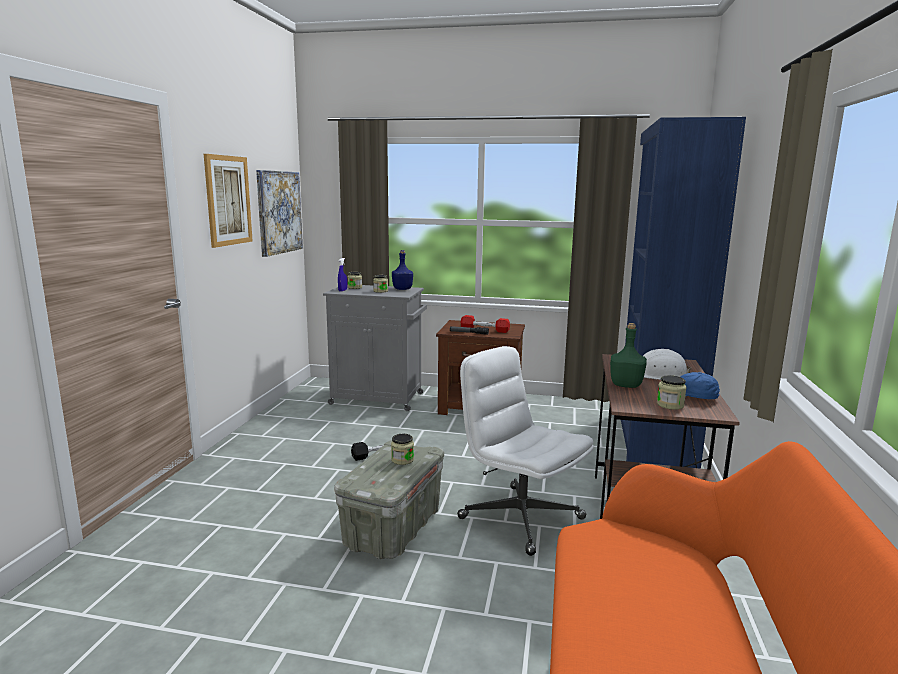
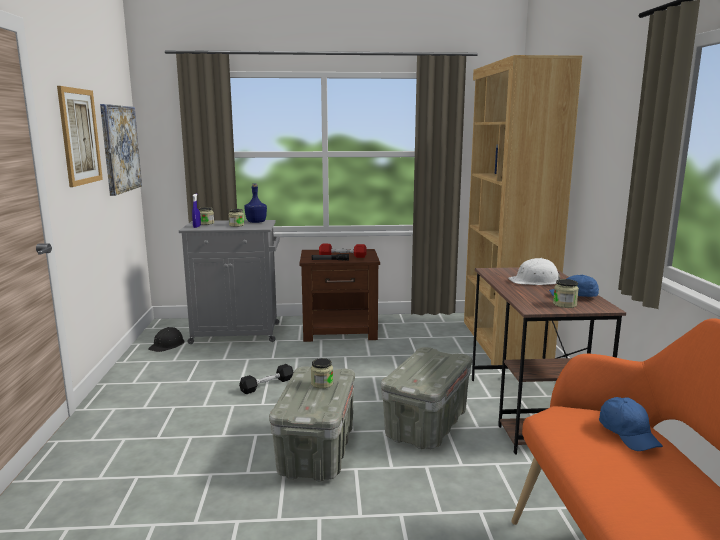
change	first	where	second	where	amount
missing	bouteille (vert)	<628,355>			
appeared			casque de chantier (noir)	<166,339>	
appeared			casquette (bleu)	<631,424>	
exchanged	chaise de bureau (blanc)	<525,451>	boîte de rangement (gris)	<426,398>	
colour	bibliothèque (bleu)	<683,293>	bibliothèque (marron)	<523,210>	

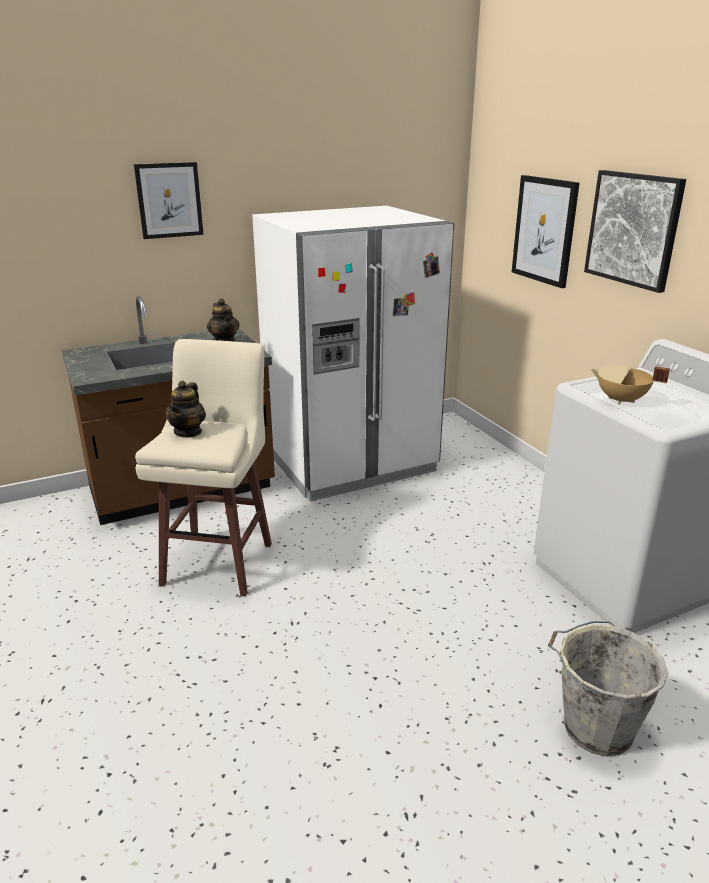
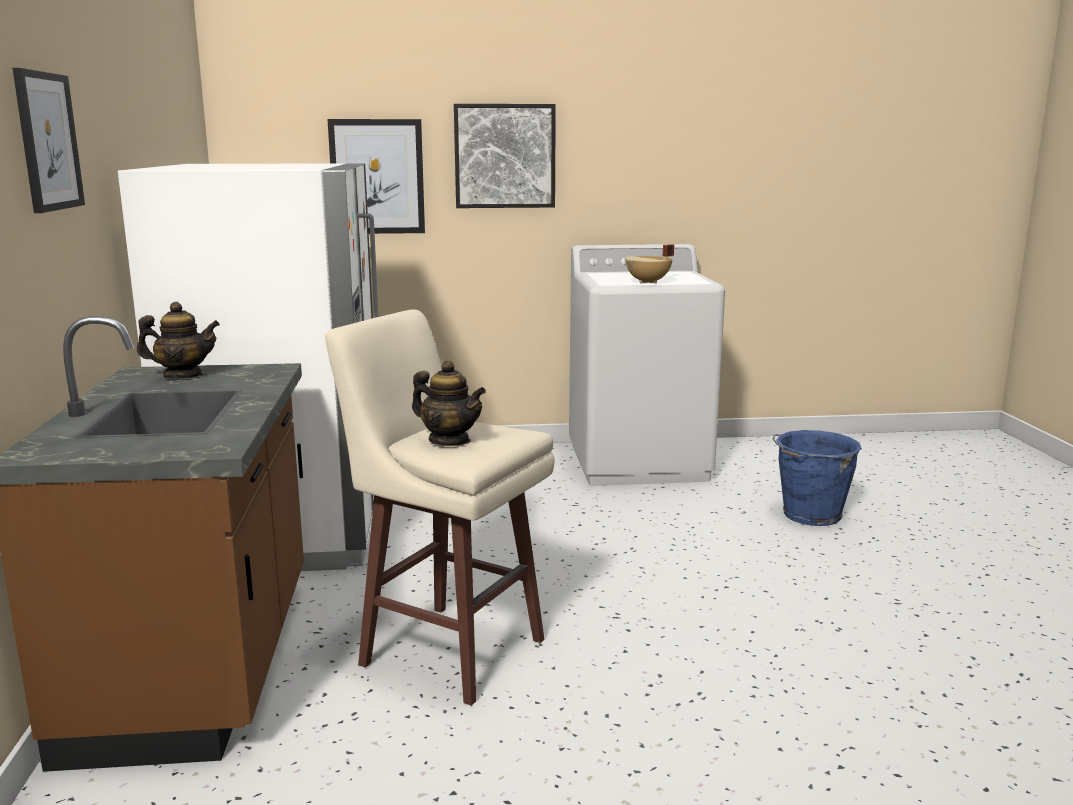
change	first	where	second	where	amount
colour	seau (gris)	<608,689>	seau (bleu)	<817,478>	

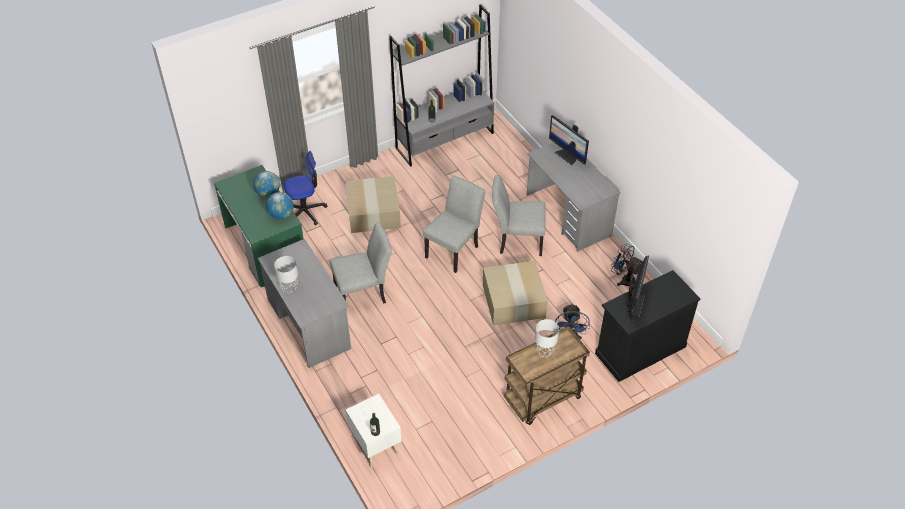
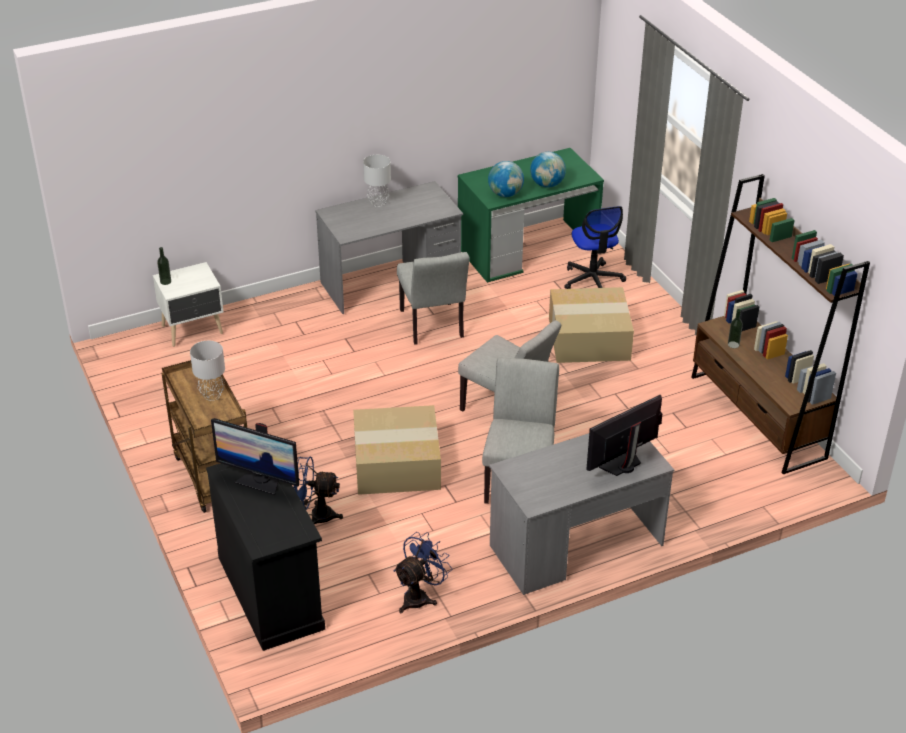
change	first	where	second	where	amount
colour	bibliothèque (gris)	<441,86>	bibliothèque (marron)	<780,324>	

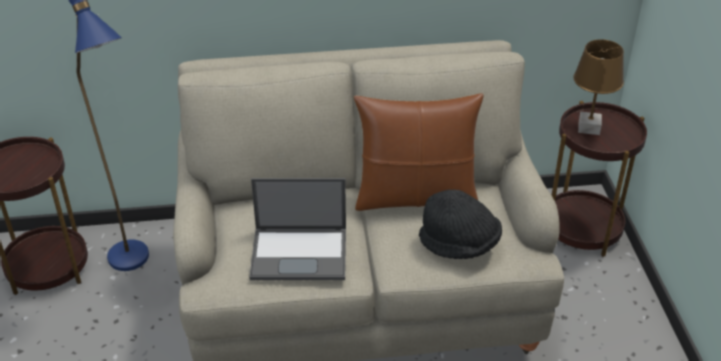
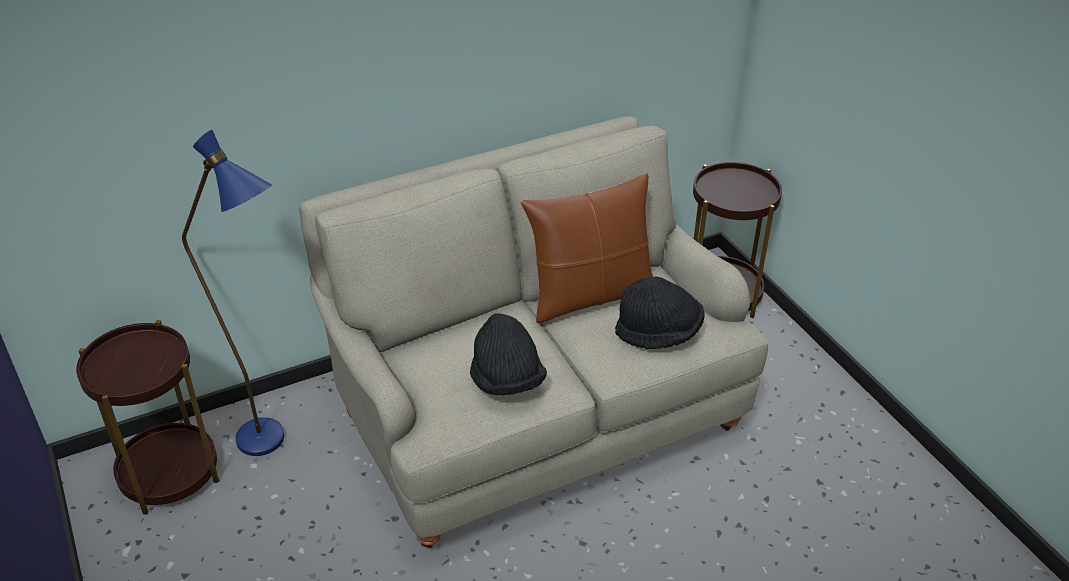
change	first	where	second	where	amount
missing	lampe de table (marron)	<598,87>			
exchanged	ordinateur portable	<298,229>	chapeau (noir)	<508,354>	

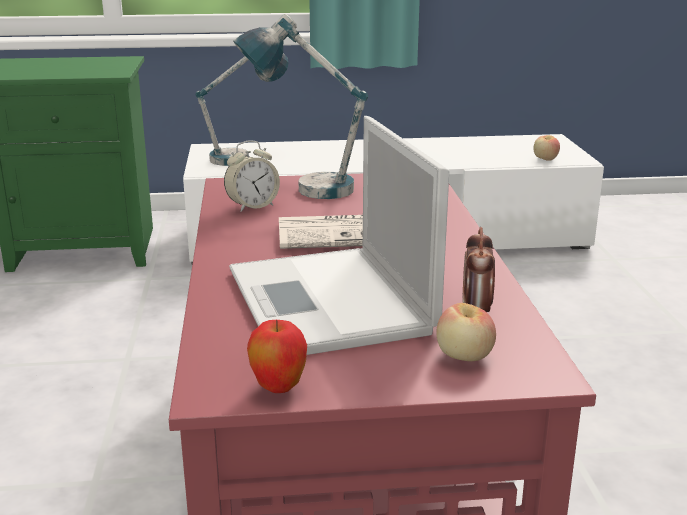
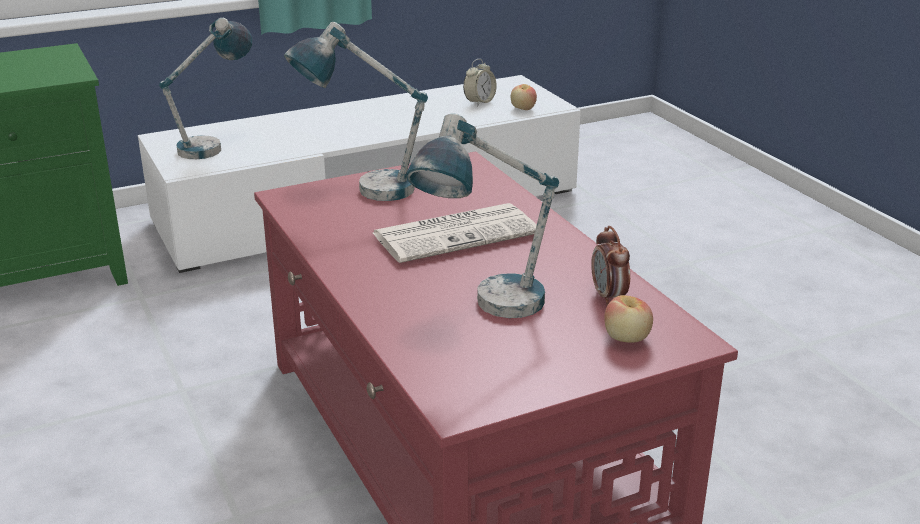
change	first	where	second	where	amount
missing	pomme	<277,356>			
relocated	réveil	<252,176>		<480,82>	
exchanged	ordinateur portable	<339,235>	lampe de table	<482,215>	

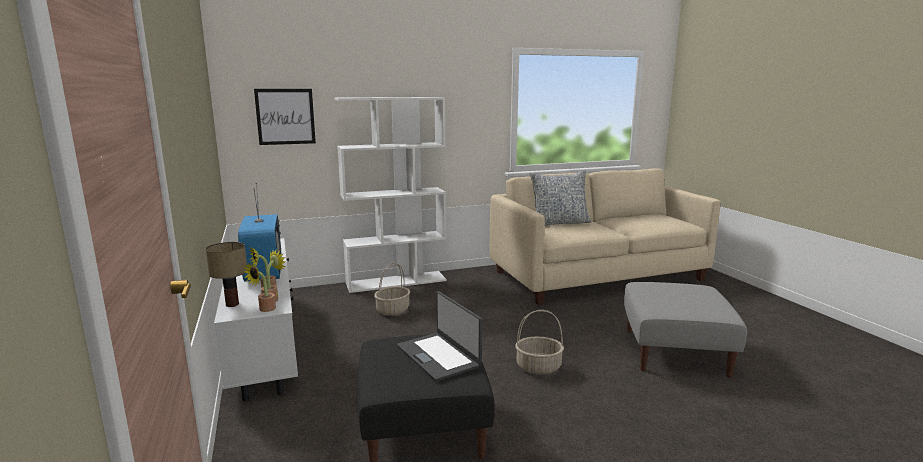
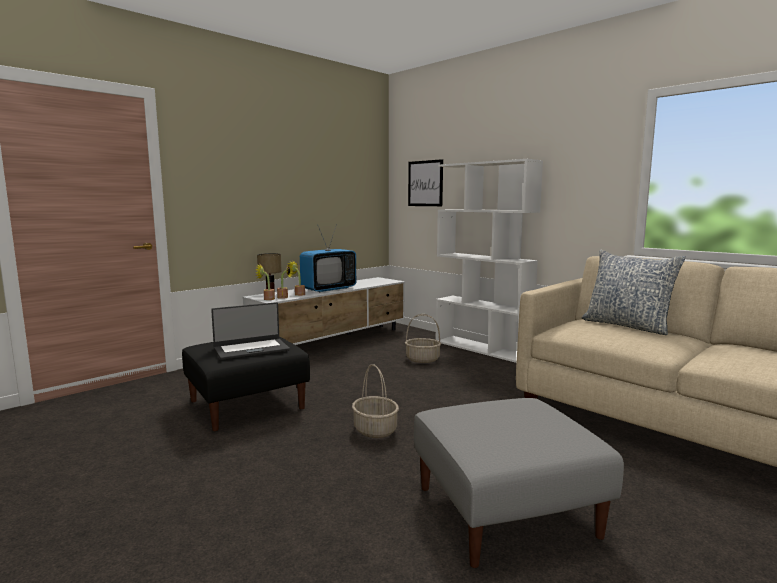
change	first	where	second	where	amount
spun	ordinateur portable	<439,336>		<250,331>	150 degrees counterclockwise

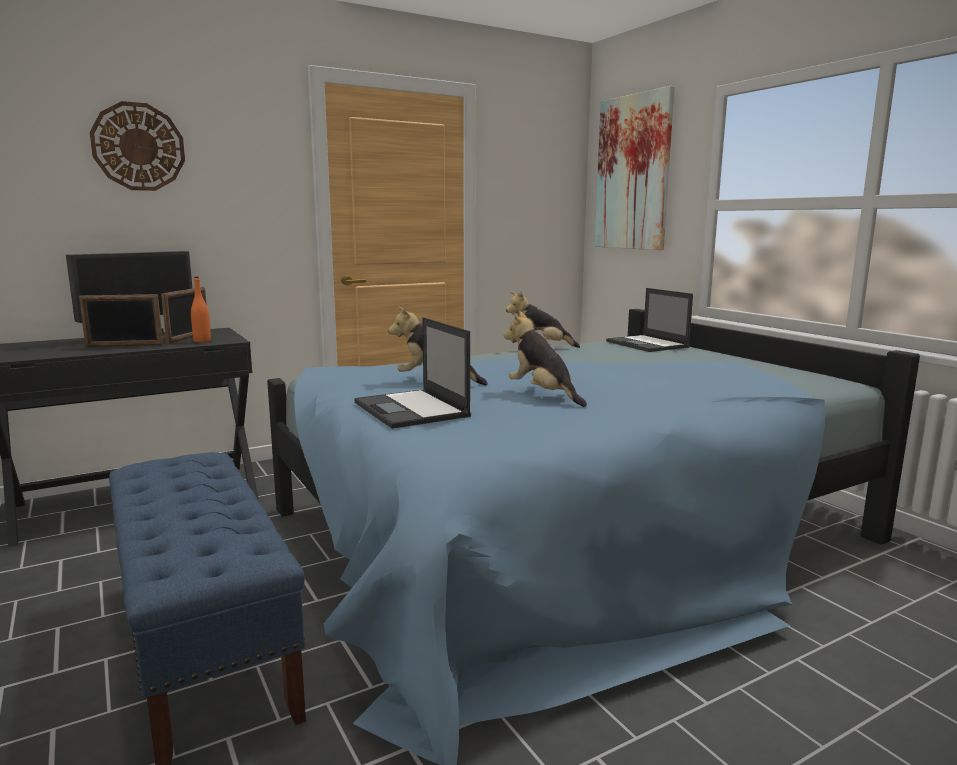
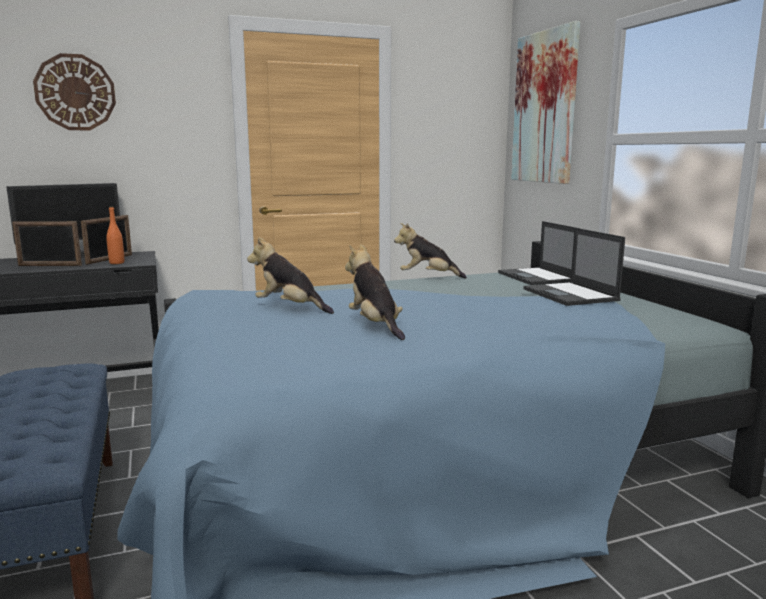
change	first	where	second	where	amount
relocated	ordinateur portable	<412,373>		<574,267>	

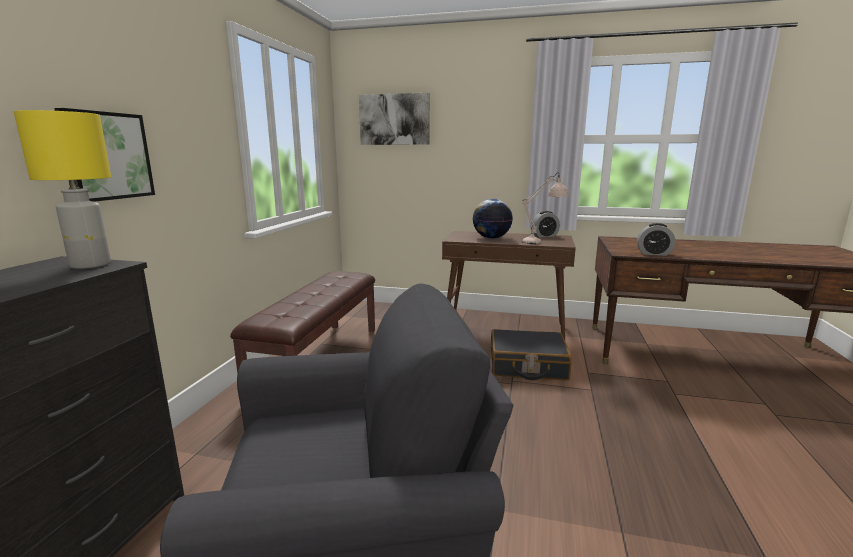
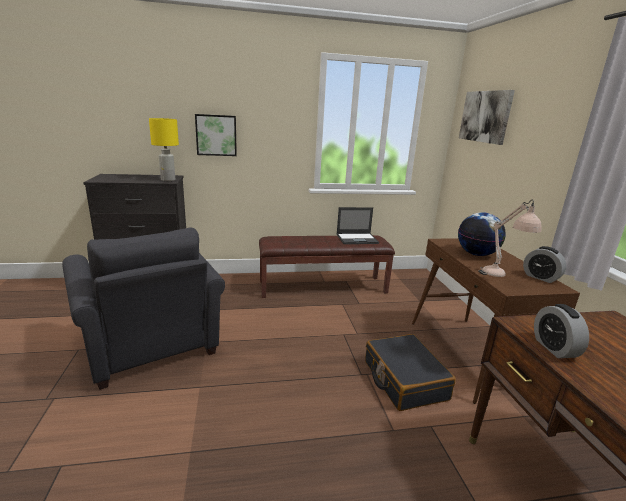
change	first	where	second	where	amount
appeared			ordinateur portable	<358,225>	

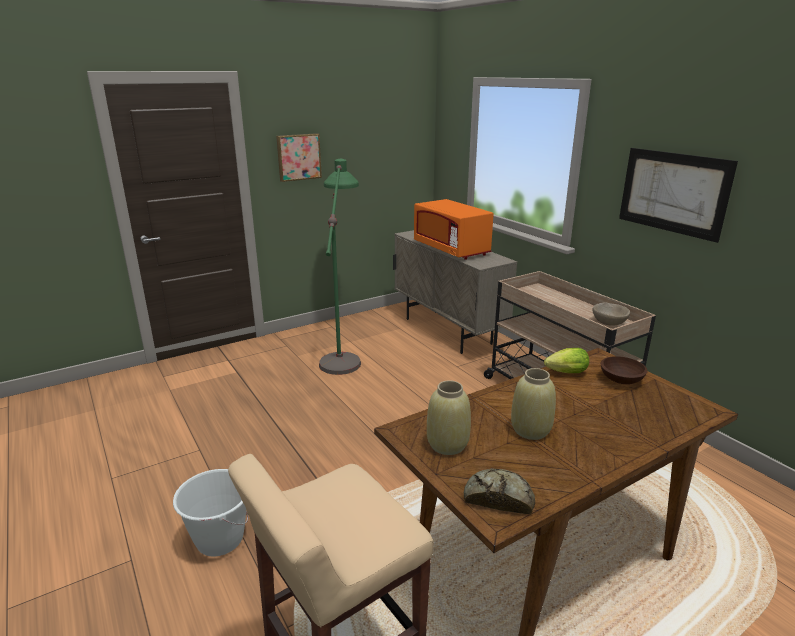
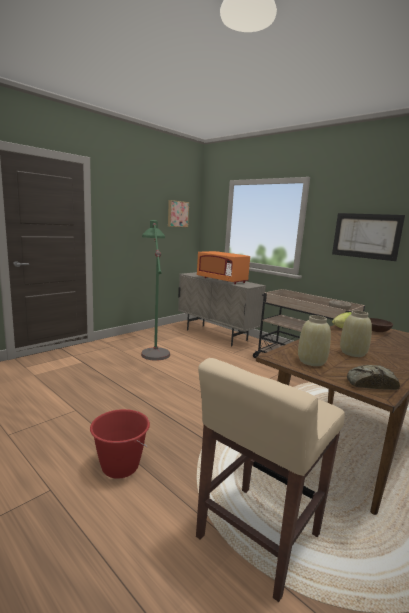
change	first	where	second	where	amount
relocated	tableau	<299,157>		<178,213>	
colour	seau (blanc)	<210,512>	seau (rouge)	<120,444>	

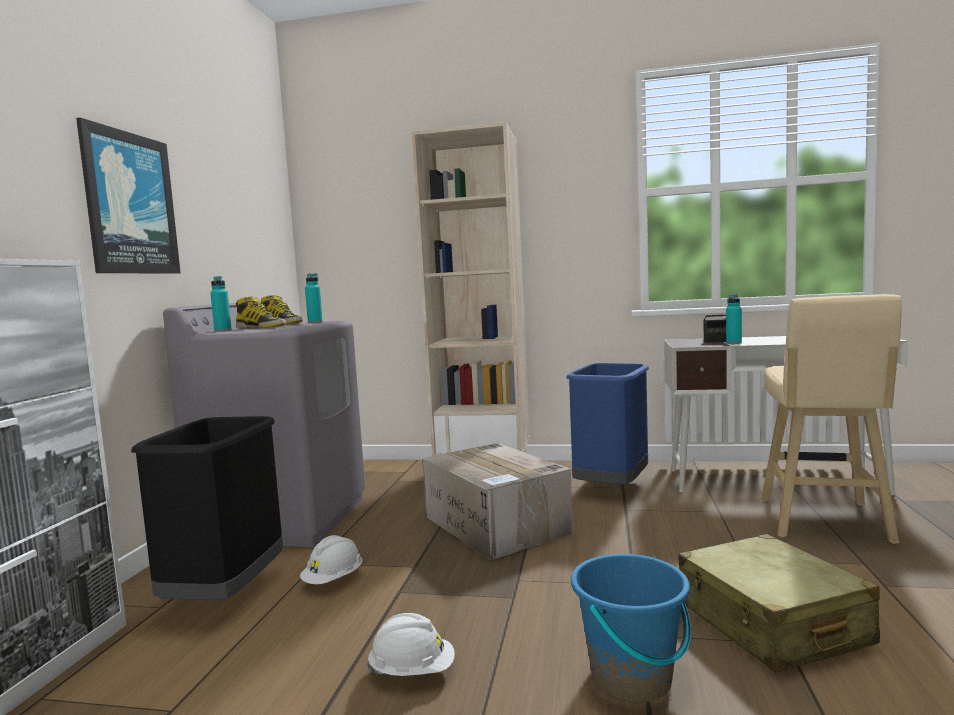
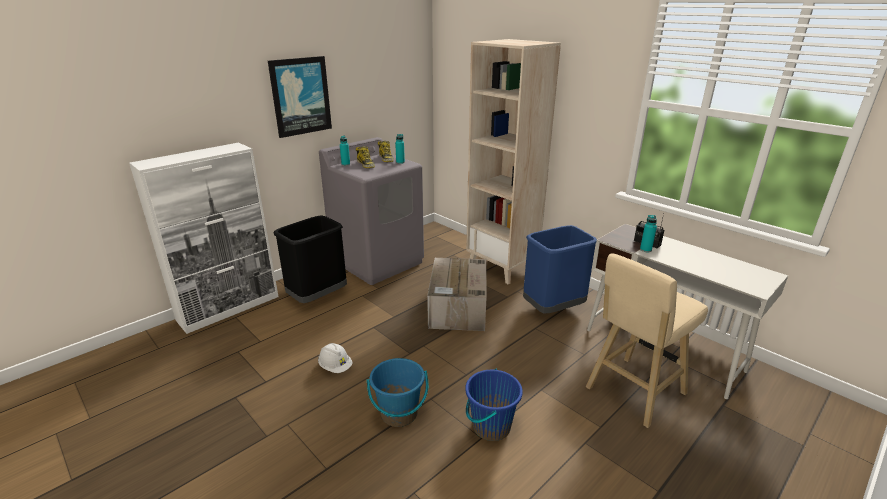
change	first	where	second	where	amount
missing	casque de chantier (blanc)	<331,559>			
exchanged	valise (beige)	<779,603>	seau (bleu)	<494,404>	

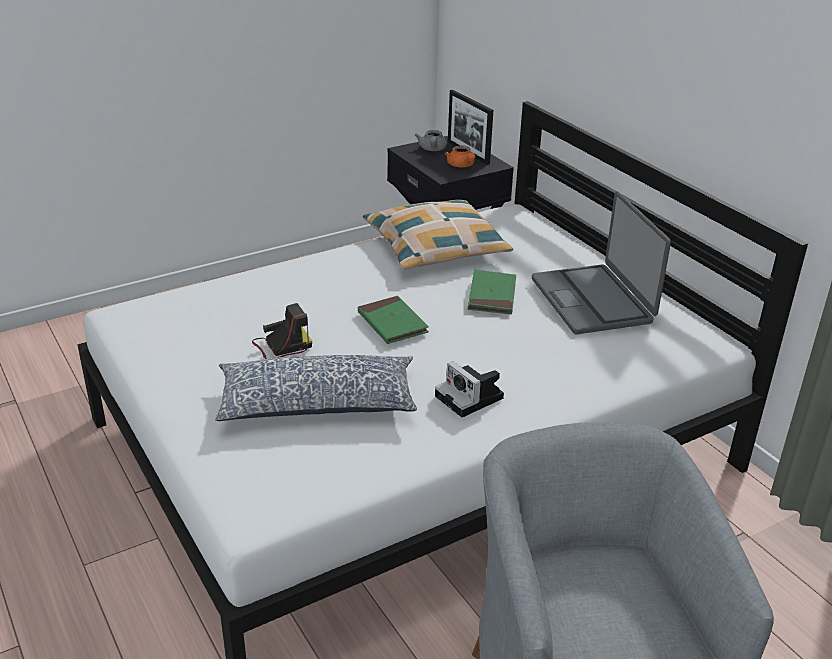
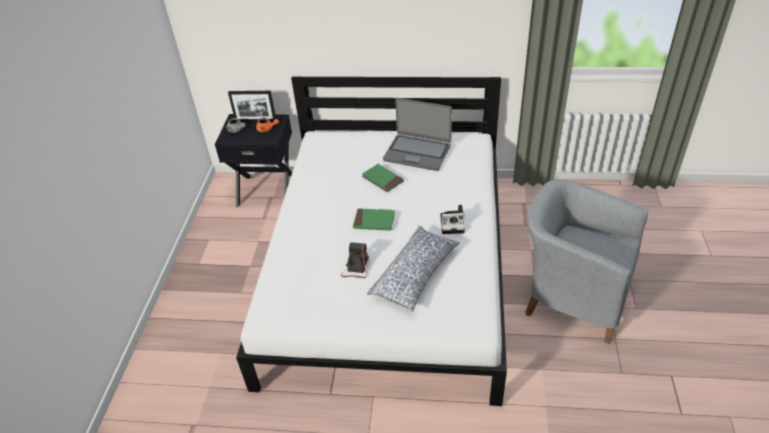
change	first	where	second	where	amount
missing	coussin	<438,234>			

